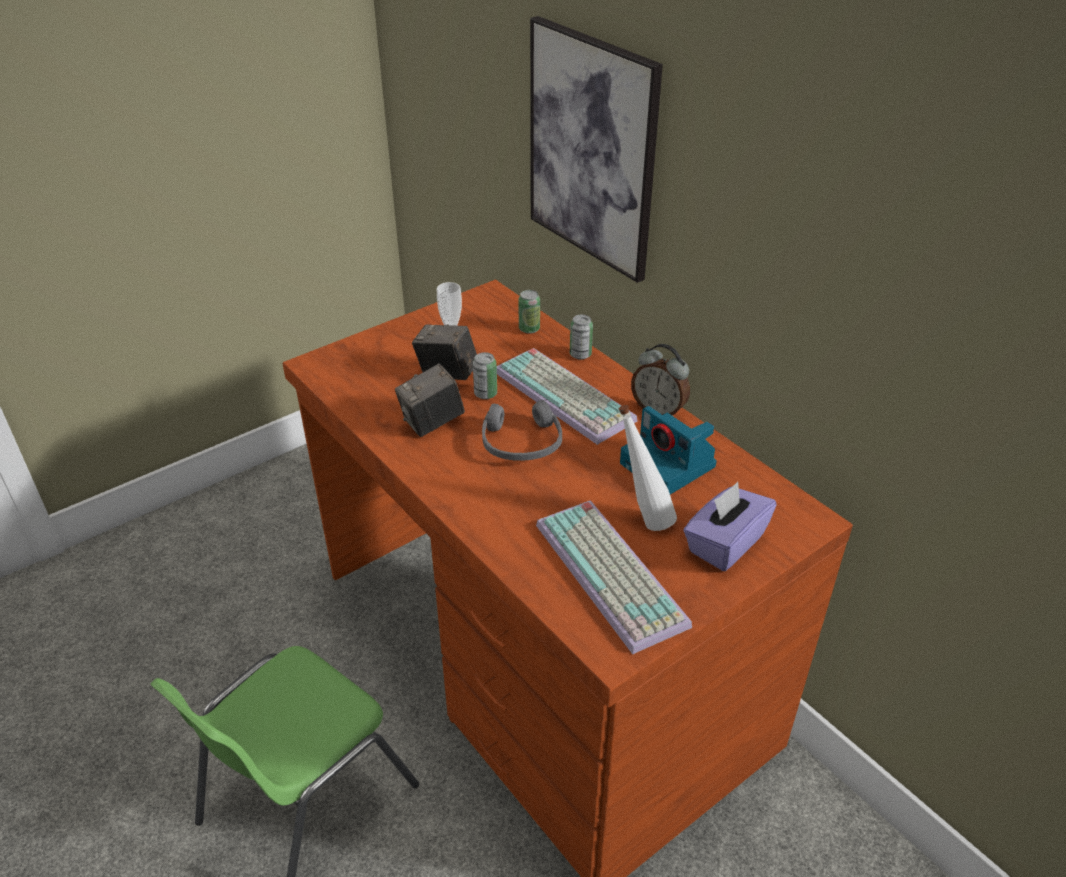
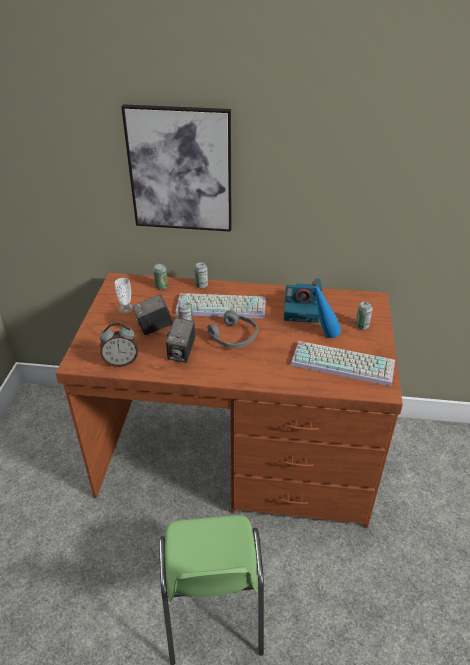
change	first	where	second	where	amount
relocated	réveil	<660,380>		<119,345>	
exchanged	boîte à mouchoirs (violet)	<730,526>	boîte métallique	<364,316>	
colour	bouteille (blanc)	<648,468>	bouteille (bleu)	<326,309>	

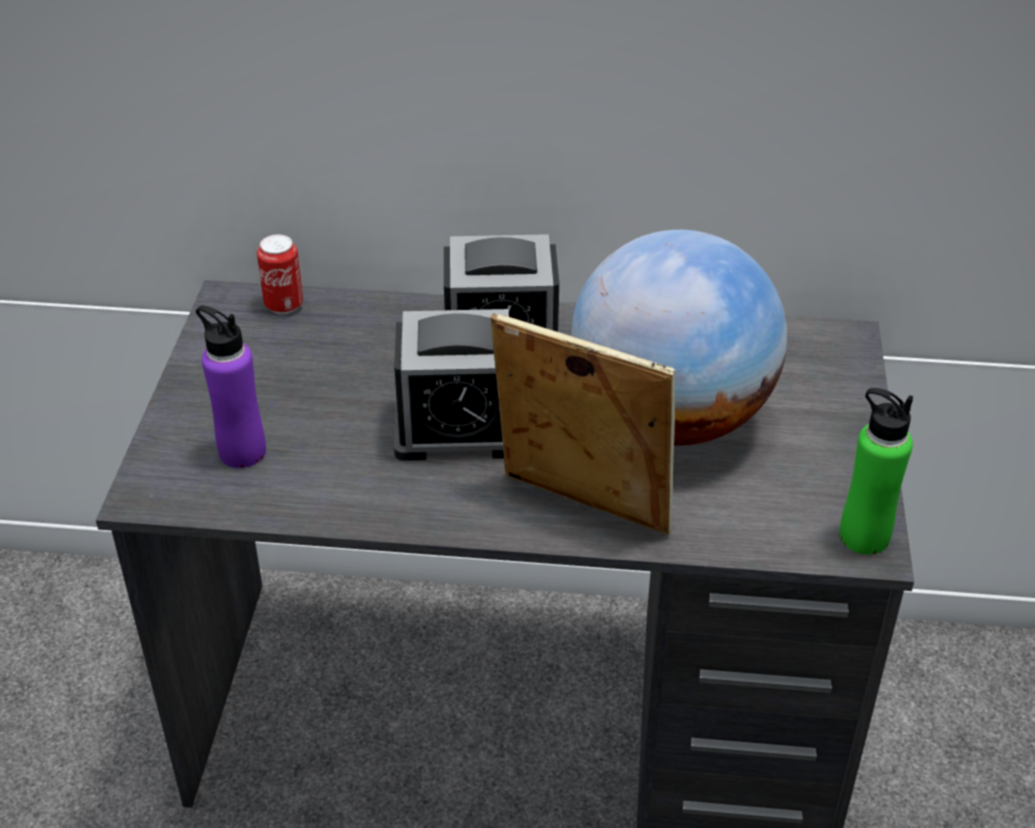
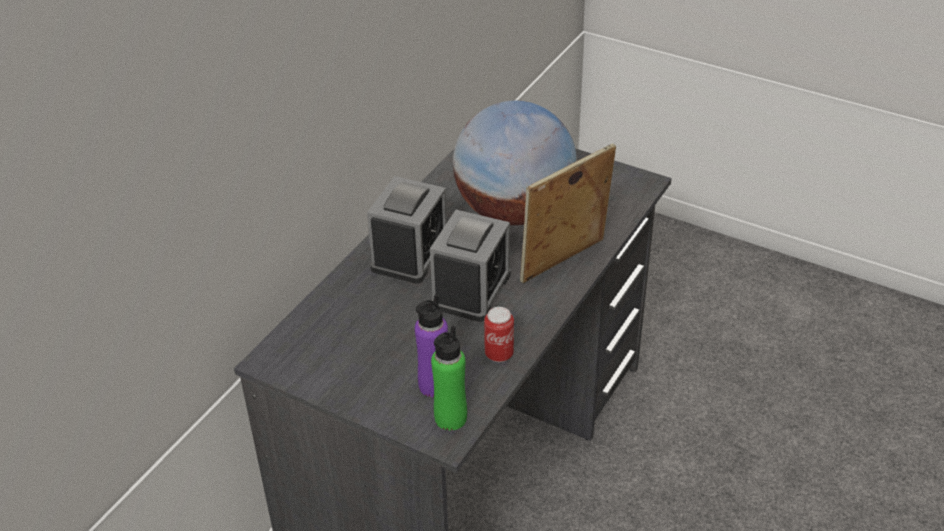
change	first	where	second	where	amount
relocated	boîte métallique	<280,274>		<499,334>	
relocated	bouteille (vert)	<876,471>		<449,378>	

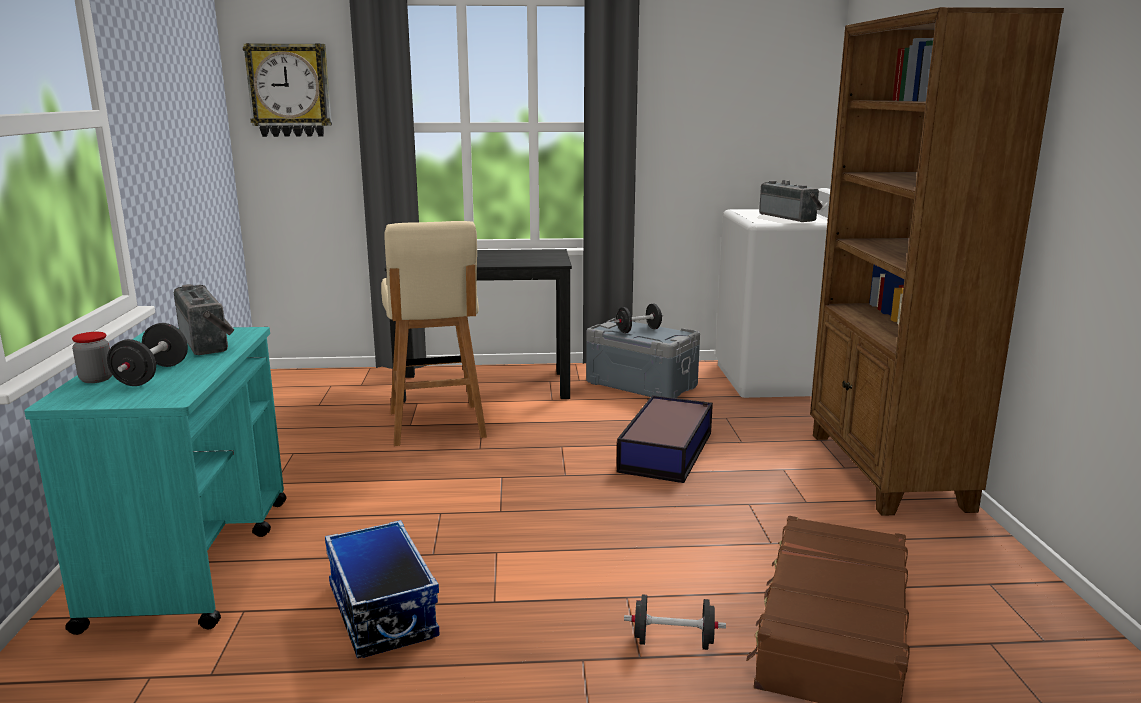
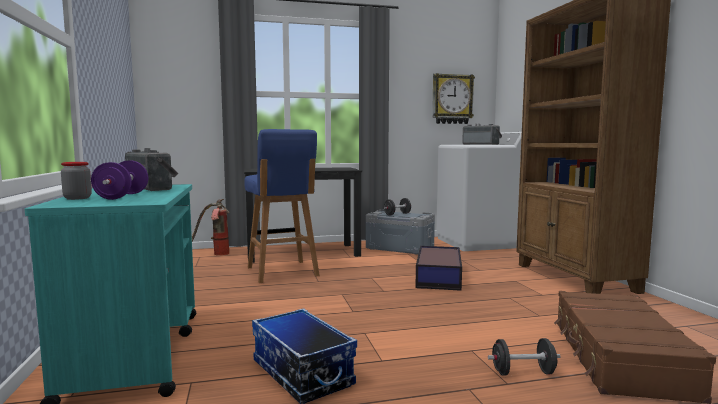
change	first	where	second	where	amount
appeared			extincteur	<210,227>	
relocated	horloge murale	<287,90>		<453,98>	
colour	haltère (noir)	<147,354>	haltère (violet)	<119,180>	
colour	tabouret (beige)	<434,333>	tabouret (bleu)	<282,206>	

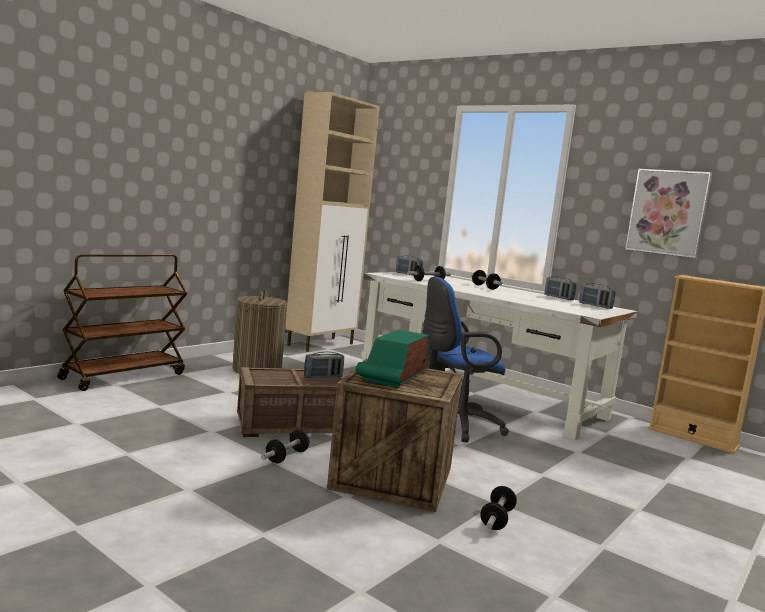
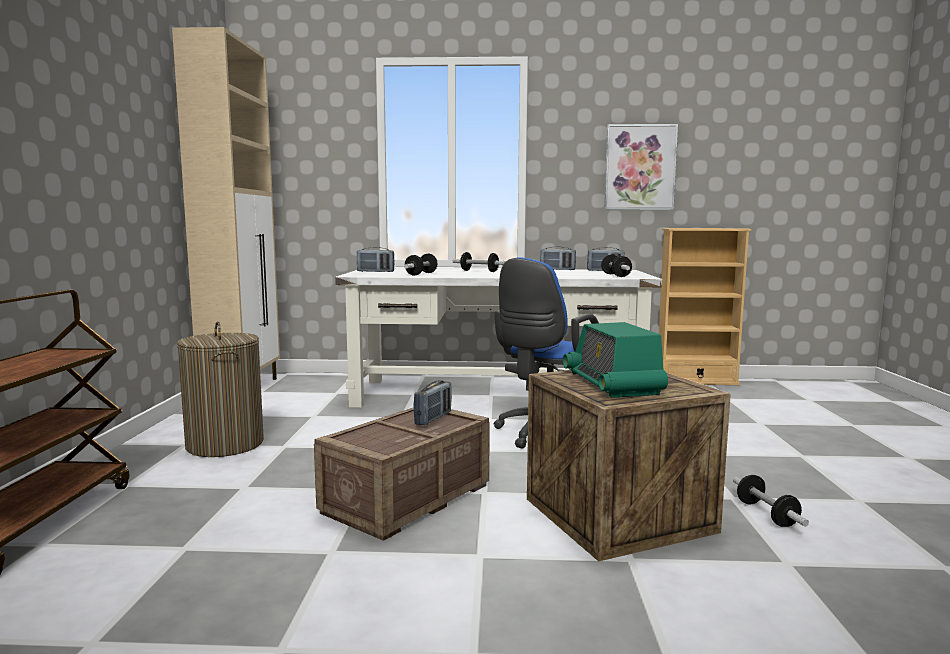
change	first	where	second	where	amount
relocated	haltère	<286,446>		<616,266>	

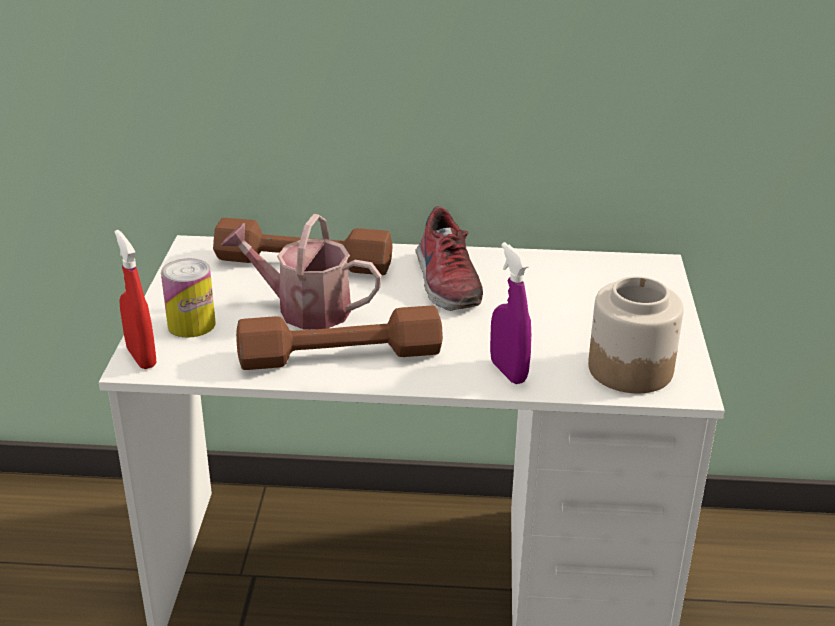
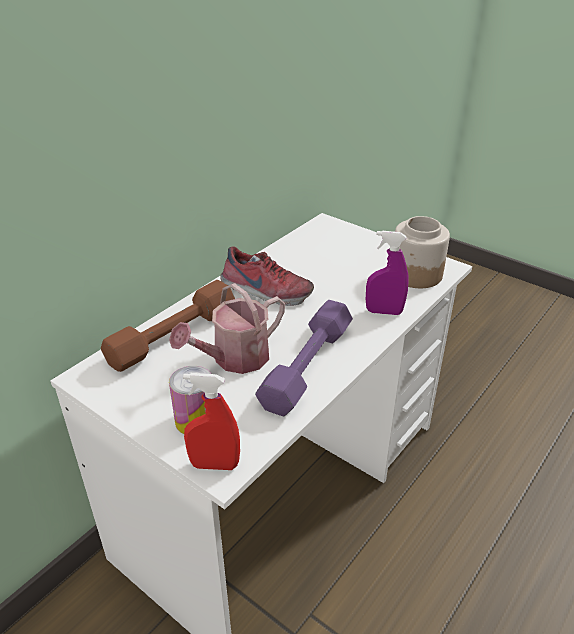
change	first	where	second	where	amount
colour	haltère (marron)	<339,338>	haltère (violet)	<304,358>	

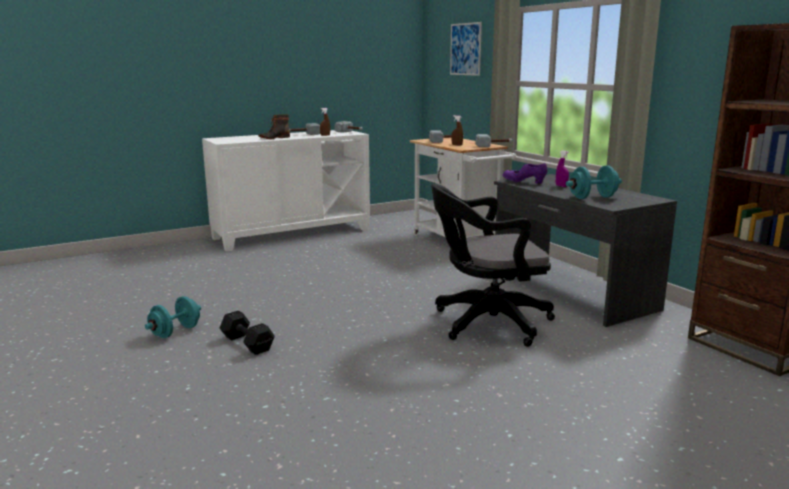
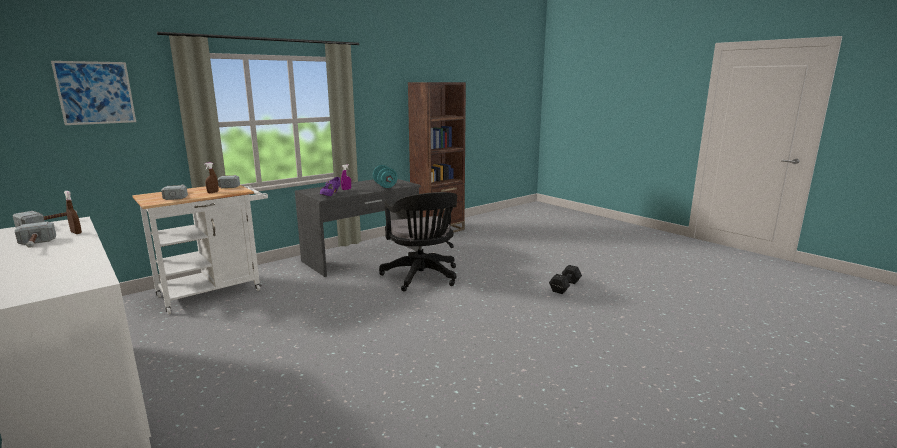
change	first	where	second	where	amount
missing	haltère (turquoise)	<173,317>			
missing	botte	<274,126>			
relocated	haltère (noir)	<247,332>		<565,279>	

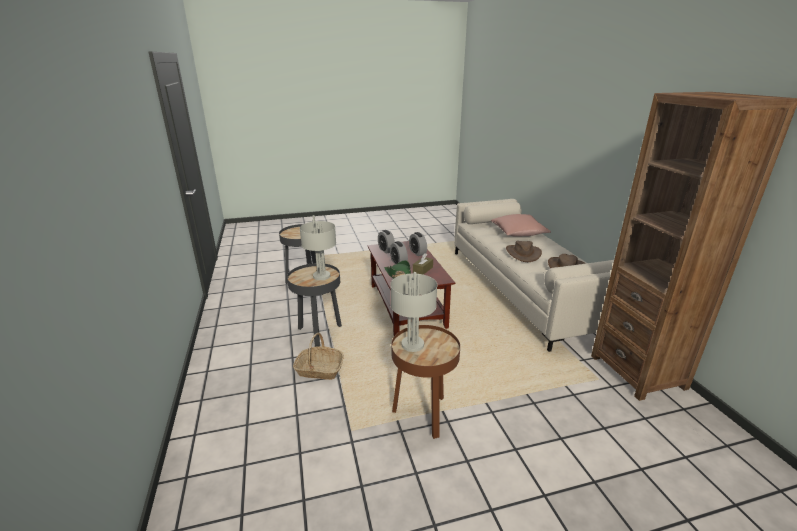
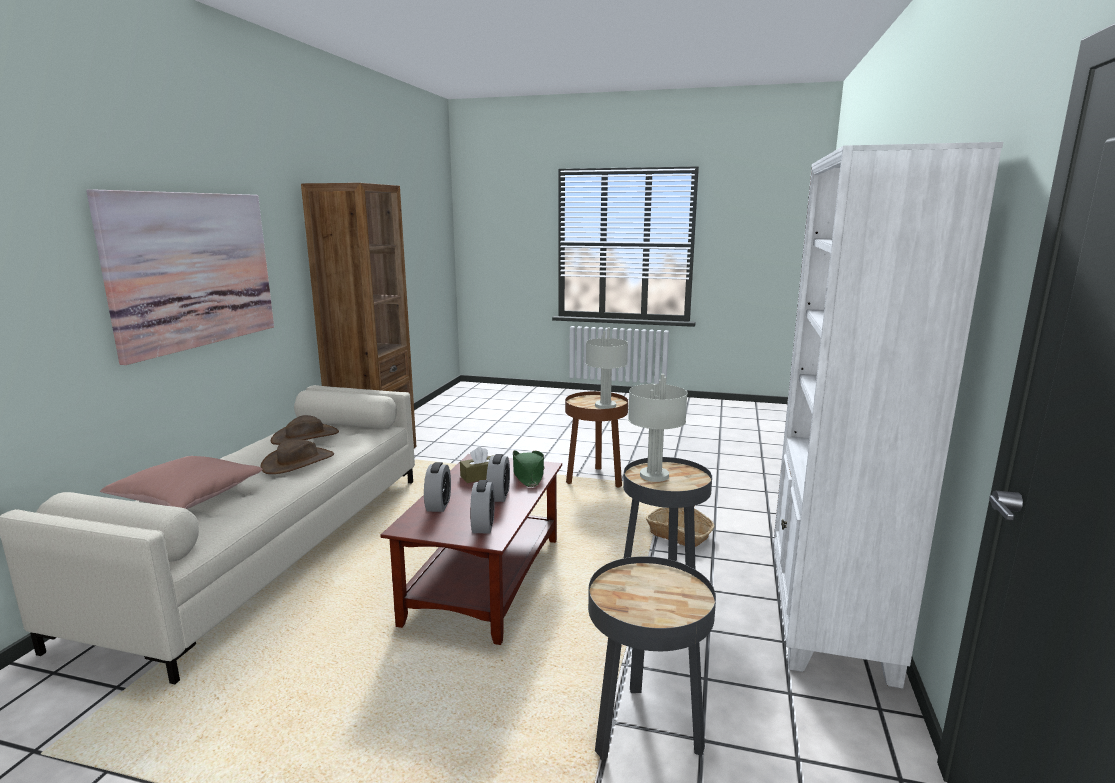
change	first	where	second	where	amount
appeared			tableau	<180,277>	
appeared			bibliothèque (blanc)	<888,415>	

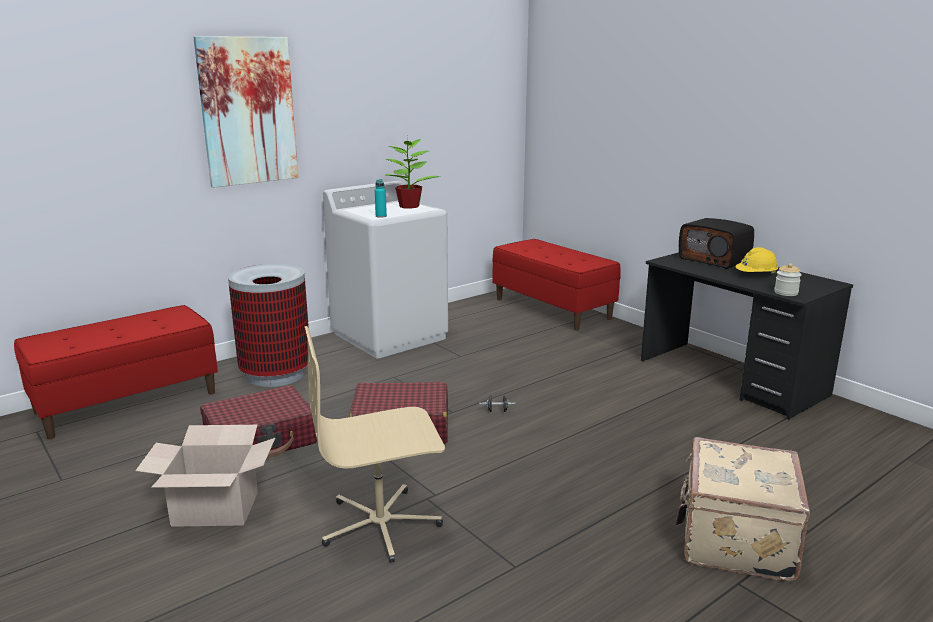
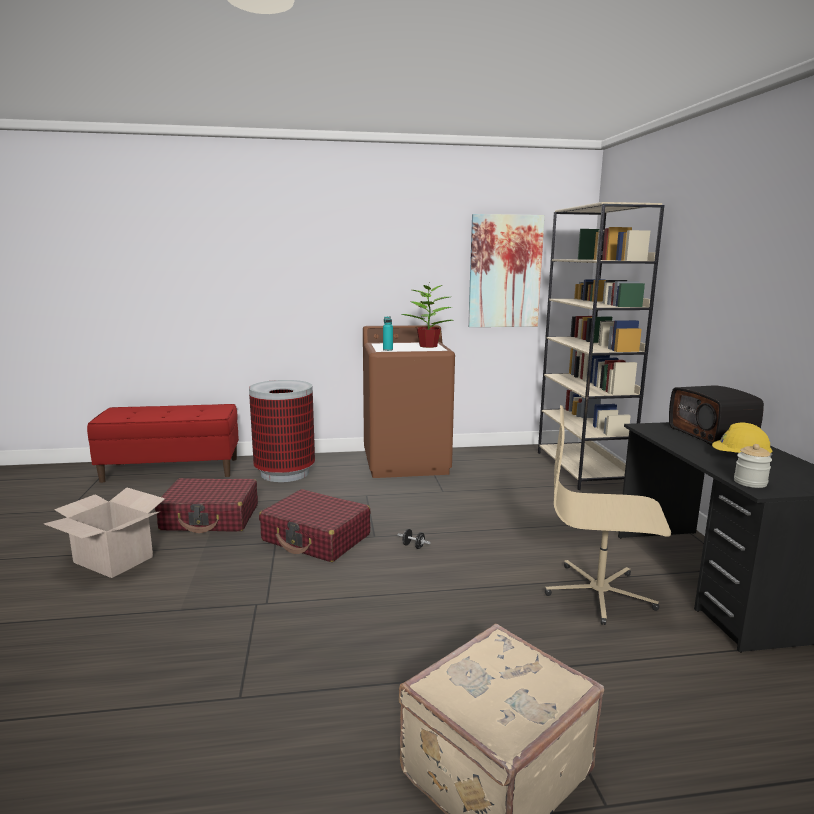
change	first	where	second	where	amount
relocated	tableau	<246,112>		<506,270>	
relocated	chaise de bureau (beige)	<375,444>		<608,515>	
exchanged	banc (rouge)	<556,284>	bibliothèque (beige)	<601,346>	
colour	lave-linge (blanc)	<385,269>	lave-linge (marron)	<409,401>	

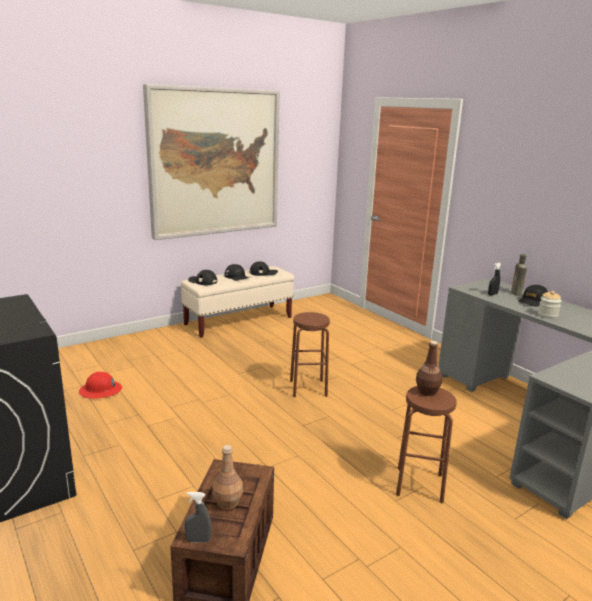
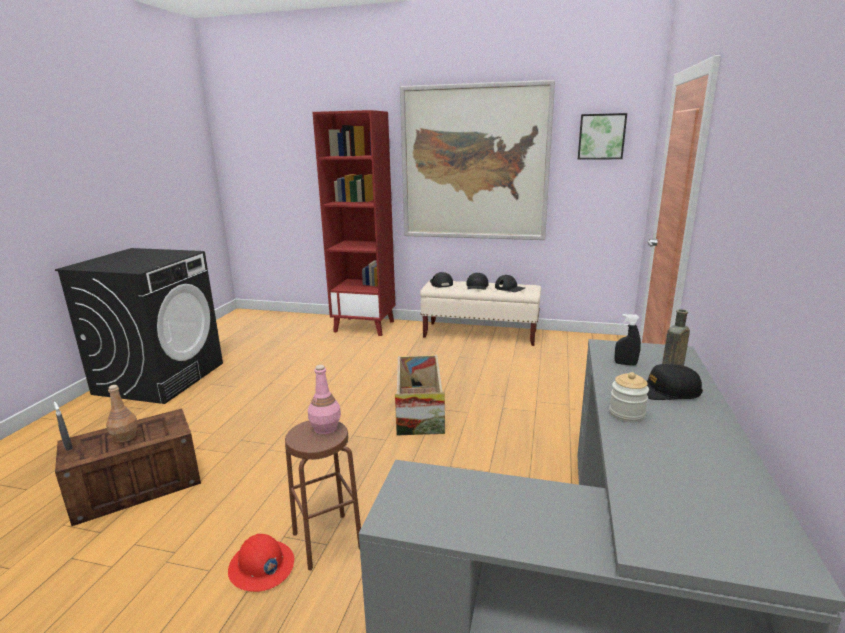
change	first	where	second	where	amount
appeared			bibliothèque (rouge)	<353,223>	
appeared			tableau	<602,136>	
relocated	casque de chantier (rouge)	<100,385>		<261,563>	
exchanged	tabouret (marron)	<310,355>	caisse	<420,395>	
colour	bouteille (marron)	<429,368>	bouteille (rose)	<324,400>	

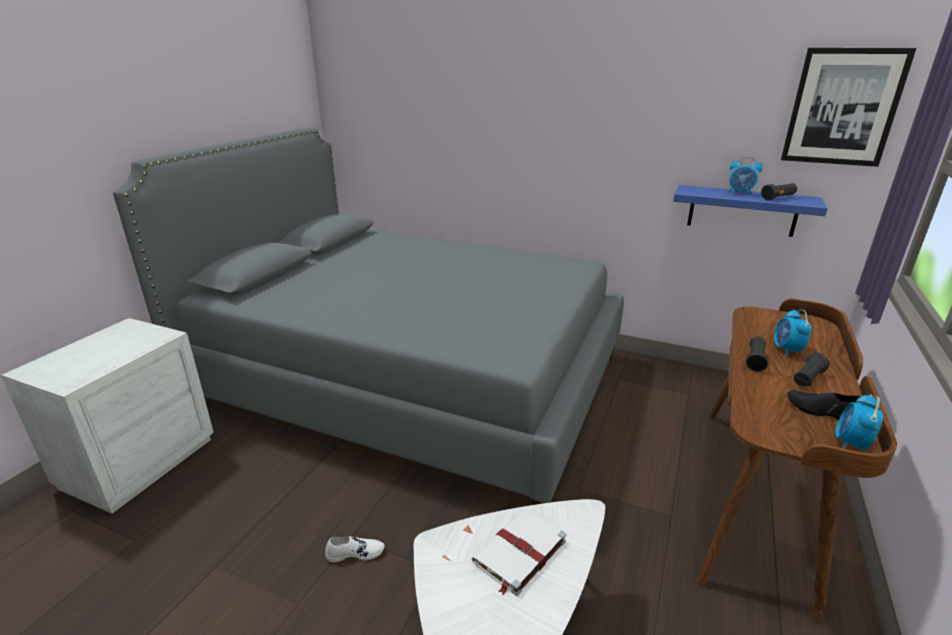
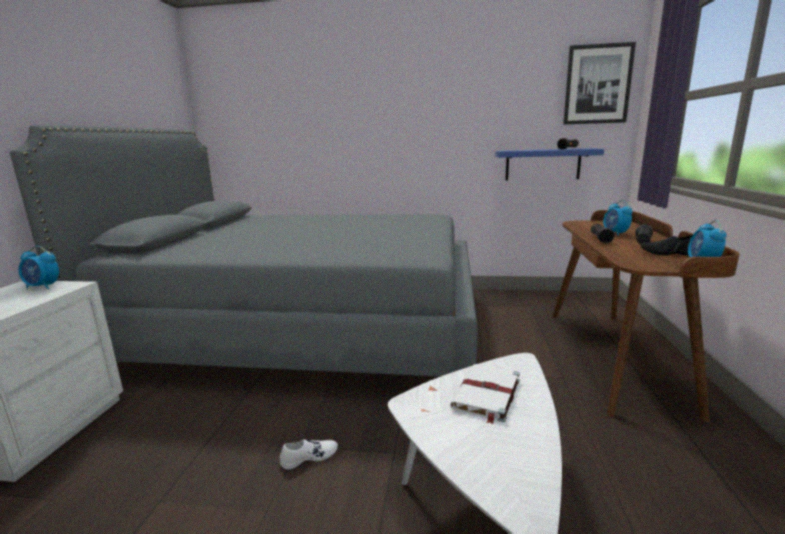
change	first	where	second	where	amount
relocated	réveil	<745,175>		<38,267>	

